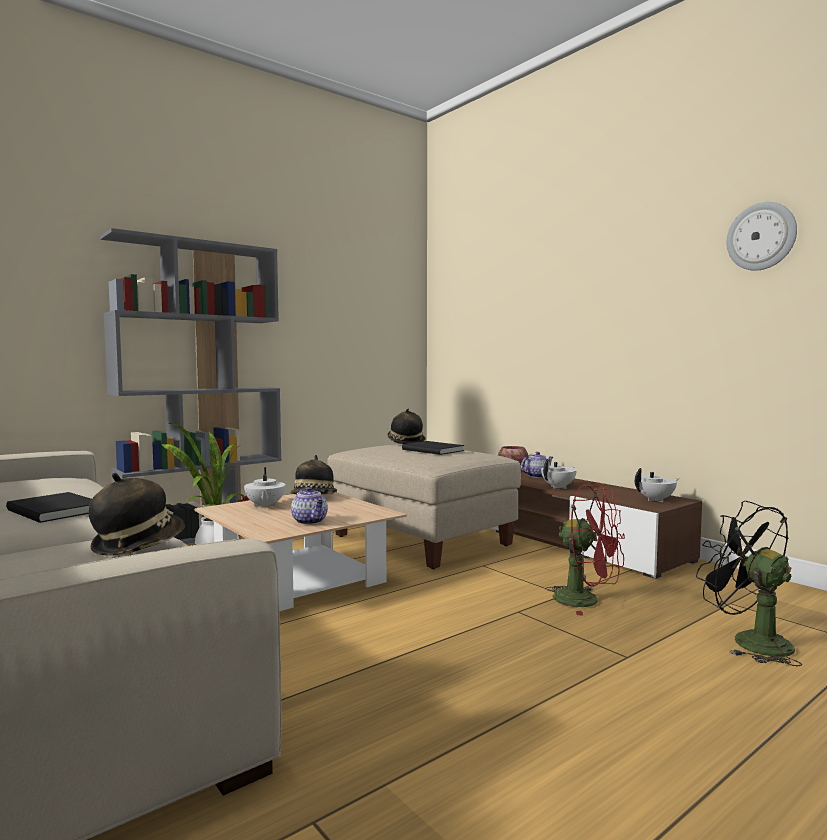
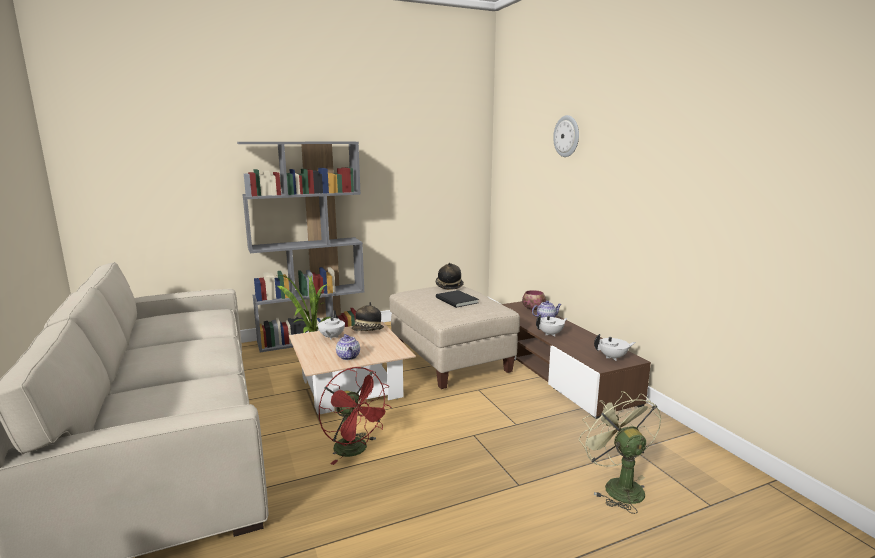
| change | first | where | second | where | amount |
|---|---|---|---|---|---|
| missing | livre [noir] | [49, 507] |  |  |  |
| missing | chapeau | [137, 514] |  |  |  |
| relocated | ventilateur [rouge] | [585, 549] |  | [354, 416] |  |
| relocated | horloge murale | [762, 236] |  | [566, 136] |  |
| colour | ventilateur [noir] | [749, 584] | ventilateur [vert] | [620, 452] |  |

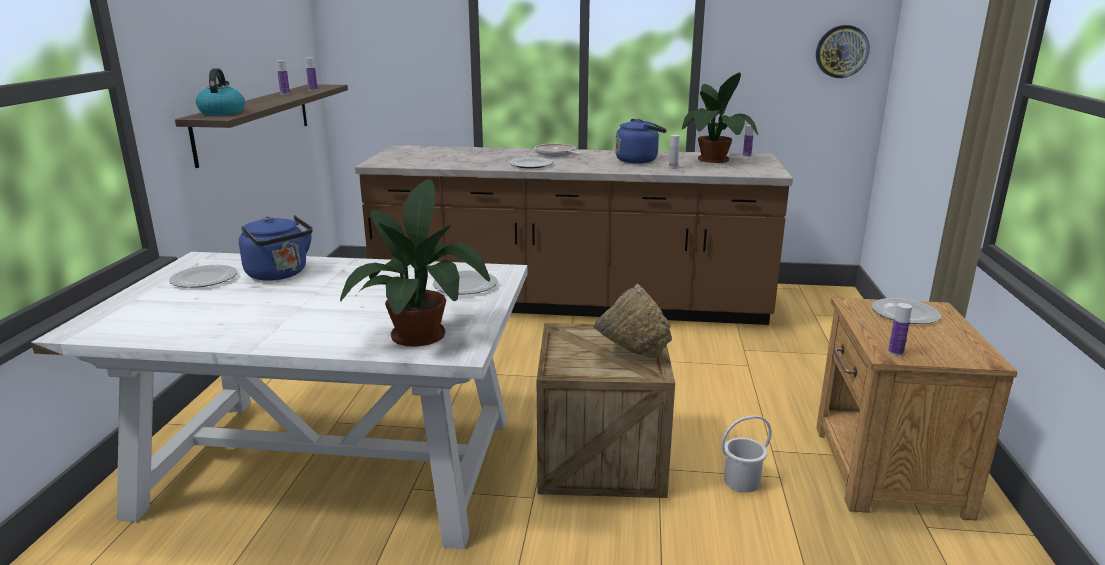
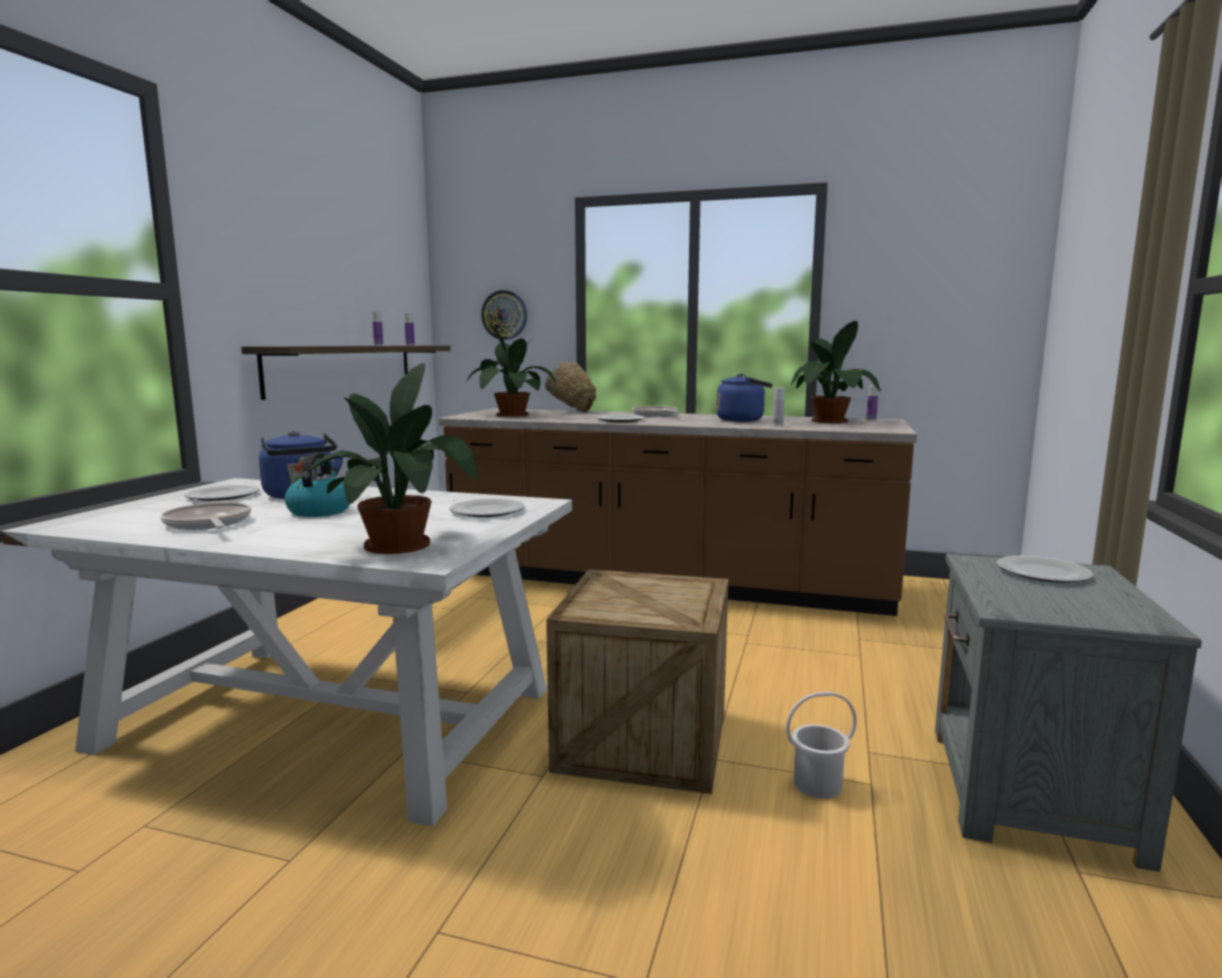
| change | first | where | second | where | amount |
|---|---|---|---|---|---|
| missing | bouteille | [900, 329] |  |  |  |
| appeared |  |  | poêle | [205, 516] |  |
| appeared |  |  | plante en pot | [511, 370] |  |
| relocated | bouilloire | [220, 91] |  | [317, 484] |  |
| relocated | bol [marron] | [632, 320] |  | [570, 386] |  |
| relocated | horloge murale | [843, 51] |  | [504, 315] |  |
| colour | table de chevet [marron] | [916, 409] | table de chevet [gris] | [1068, 713] |  |

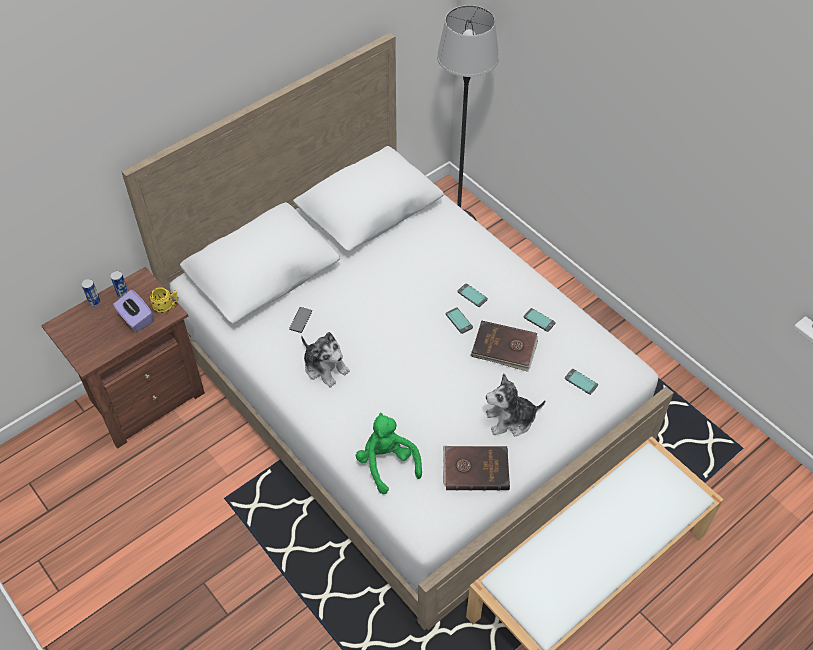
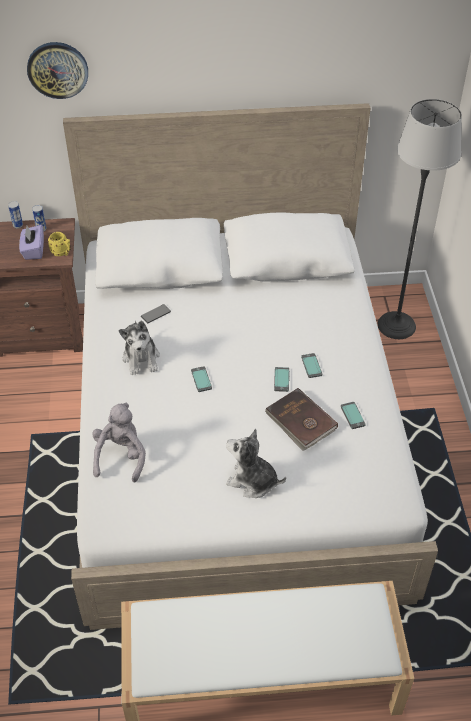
| change | first | where | second | where | amount |
|---|---|---|---|---|---|
| missing | livre [marron] | [476, 468] |  |  |  |
| appeared |  |  | horloge murale | [57, 70] |  |
| relocated | téléphone | [581, 382] |  | [201, 379] |  |
| colour | peluche [vert] | [389, 453] | peluche [gris] | [119, 442] |  |

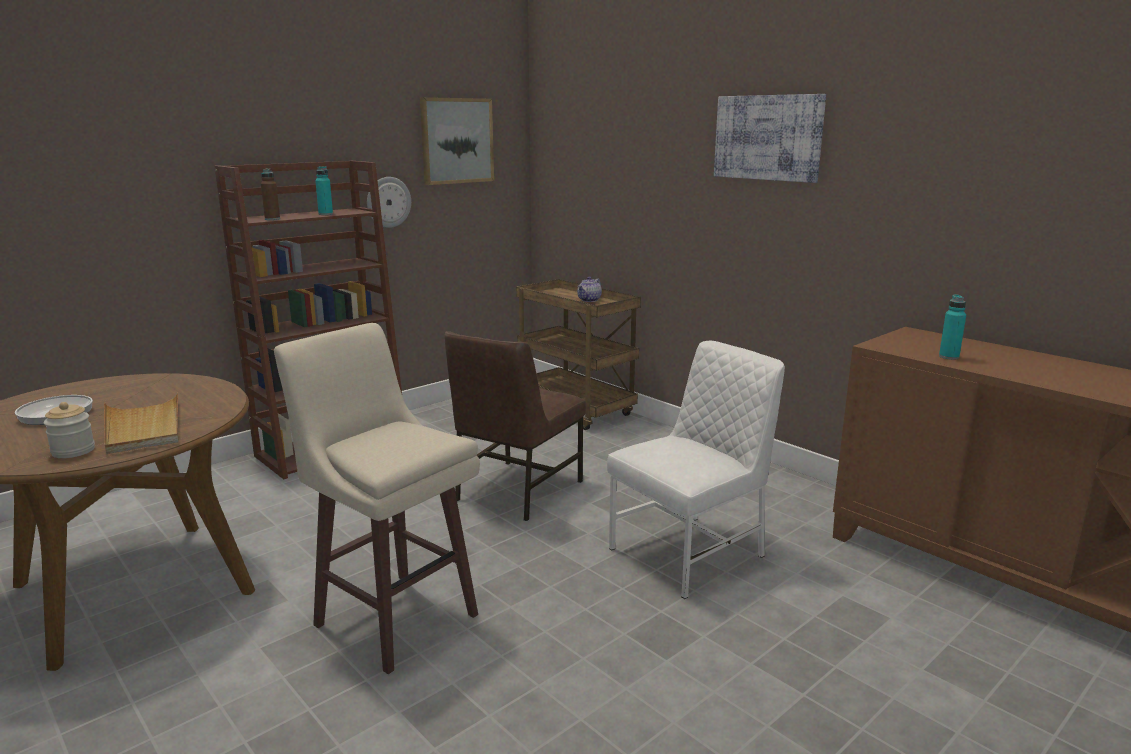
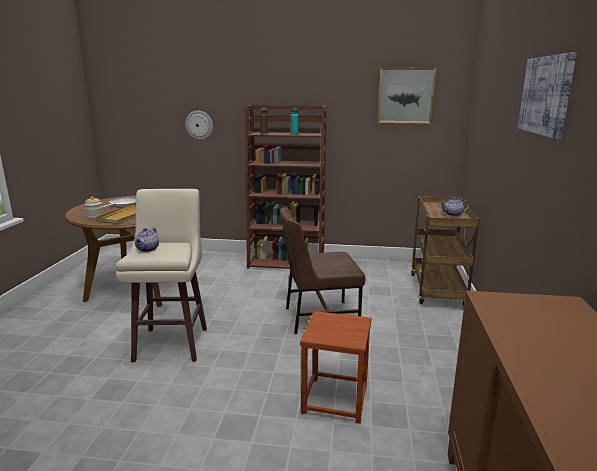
| change | first | where | second | where | amount |
|---|---|---|---|---|---|
| missing | bouteille [turquoise] | [952, 327] |  |  |  |
| appeared |  |  | théière | [147, 239] |  |
| relocated | horloge murale | [389, 202] |  | [199, 125] |  |
| exchanged | chaise [blanc] | [696, 470] | tabouret [marron] | [336, 367] |  |

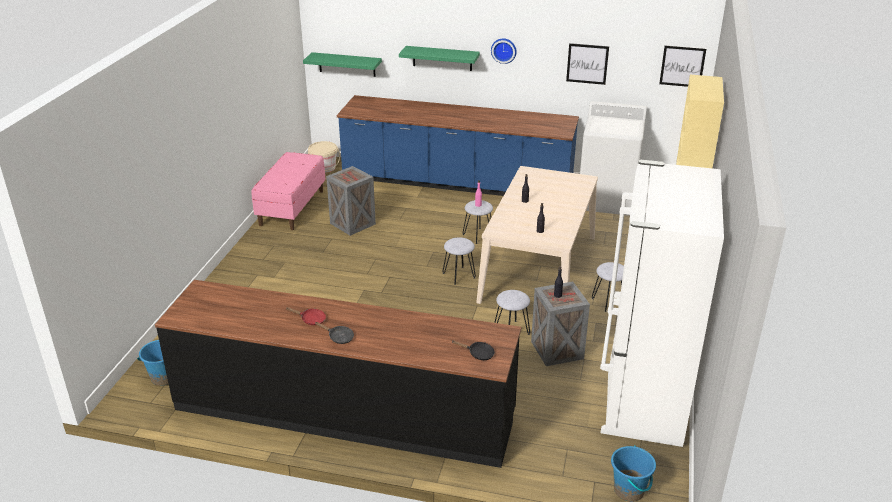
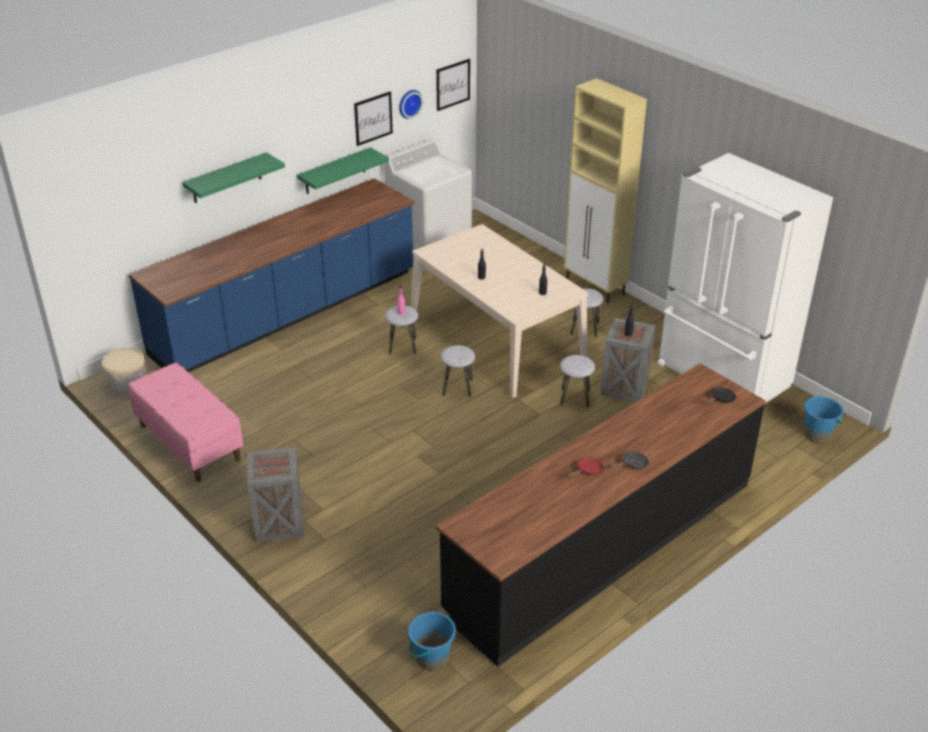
| change | first | where | second | where | amount |
|---|---|---|---|---|---|
| relocated | étagère [vert] | [342, 64] |  | [343, 170] |  |
| relocated | caisse | [351, 201] |  | [275, 494] |  |
| relocated | horloge murale | [504, 51] |  | [411, 104] |  |

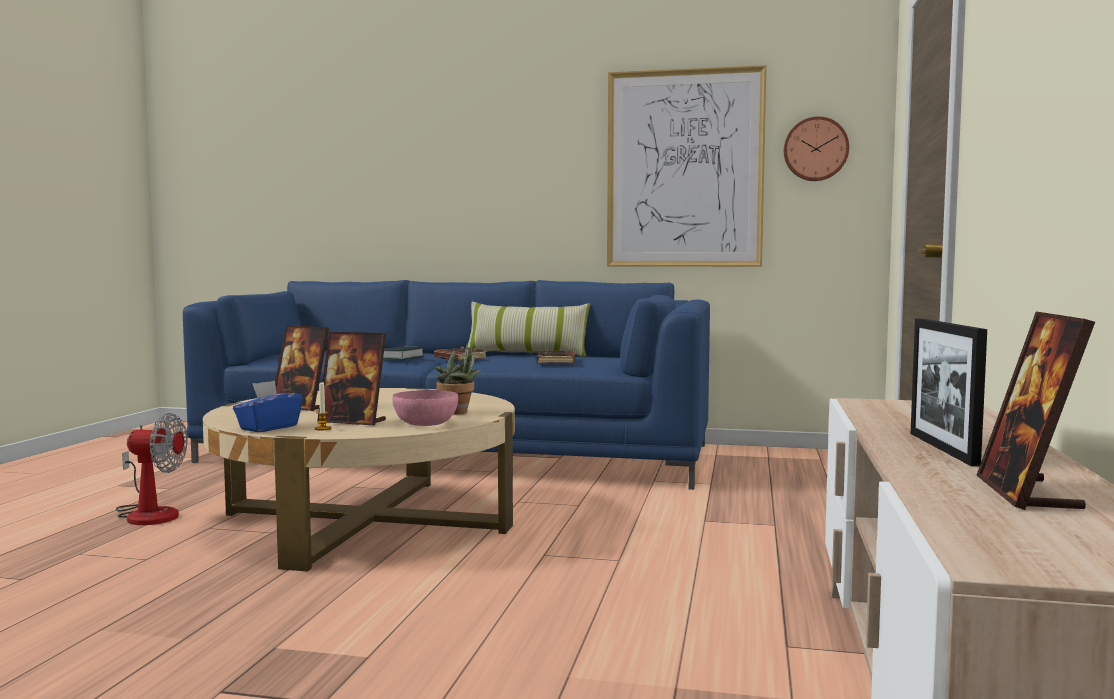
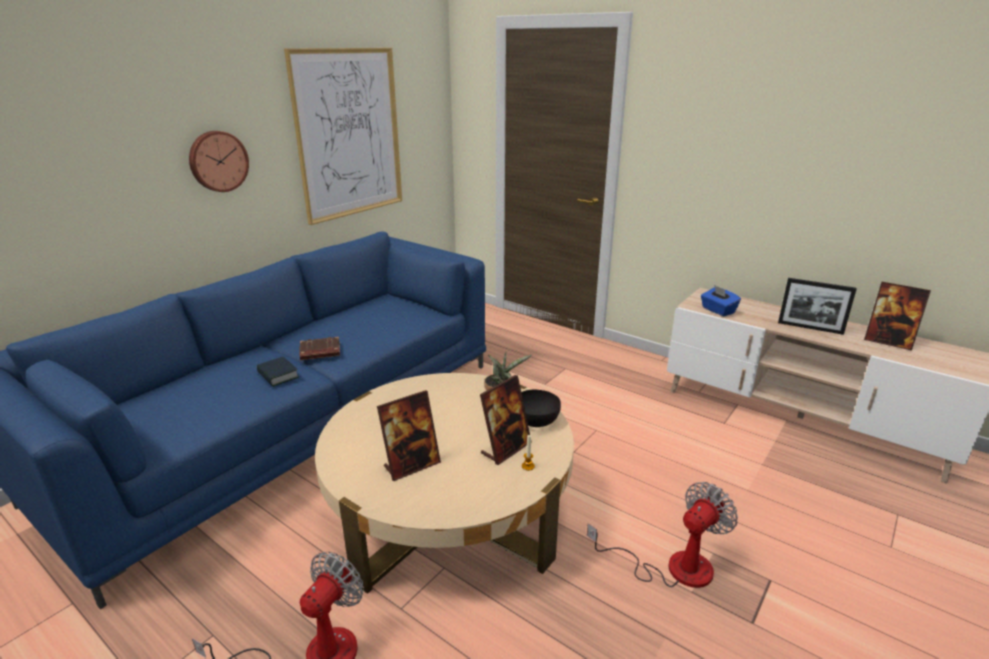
| change | first | where | second | where | amount |
|---|---|---|---|---|---|
| missing | coussin | [529, 329] |  |  |  |
| missing | livre [marron] | [556, 356] |  |  |  |
| appeared |  |  | ventilateur | [662, 535] |  |
| relocated | boîte à mouchoirs [bleu] | [268, 406] |  | [721, 301] |  |
| relocated | horloge murale | [816, 148] |  | [219, 161] |  |
| colour | bol [rose] | [425, 408] | bol [noir] | [541, 408] |  |

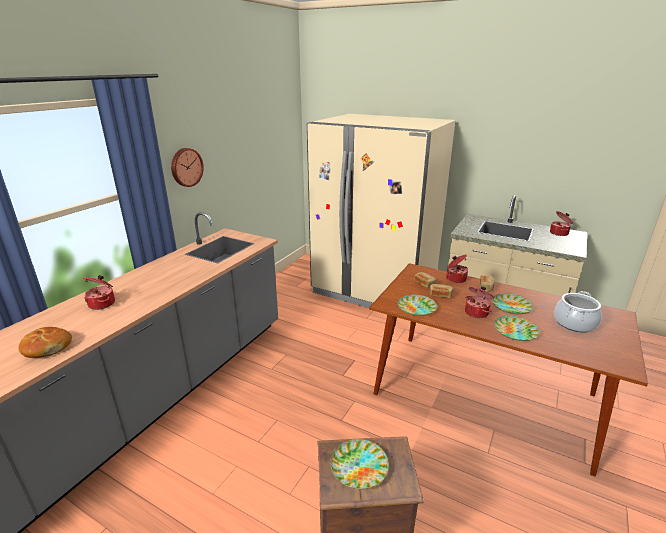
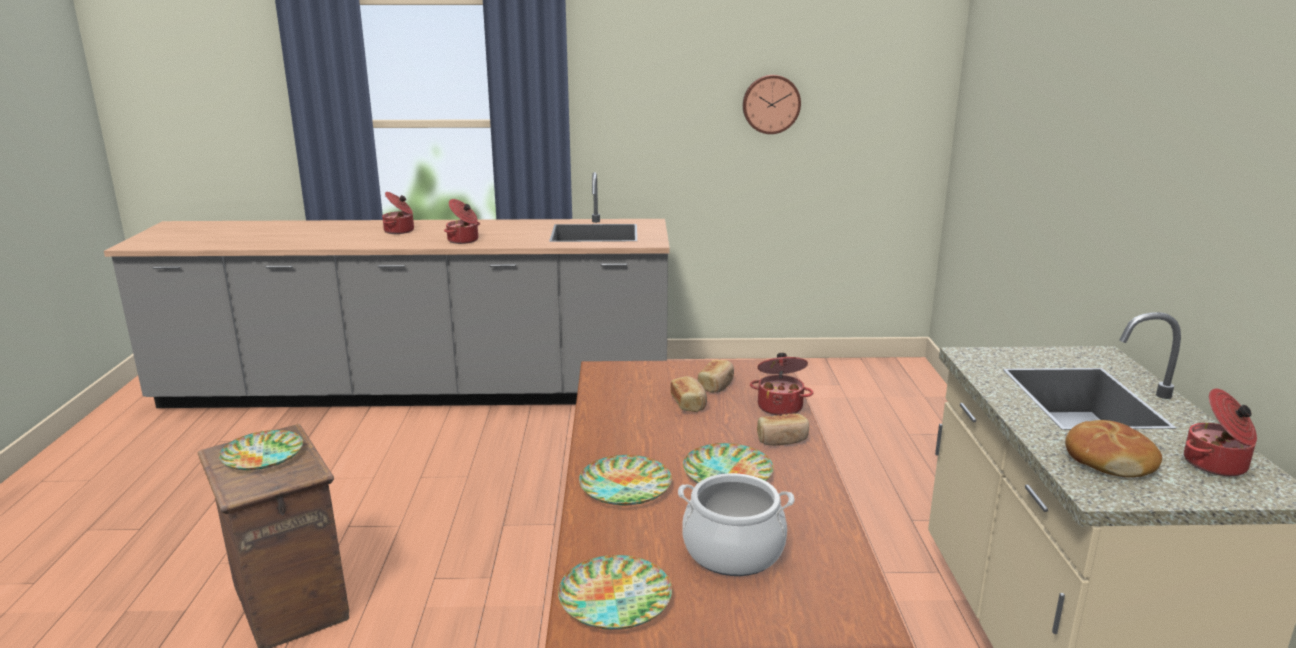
| change | first | where | second | where | amount |
|---|---|---|---|---|---|
| missing | réfrigérateur [beige] | [381, 211] |  |  |  |
| relocated | pain | [45, 342] |  | [1113, 448] |  |
| relocated | horloge murale | [187, 167] |  | [772, 104] |  |
| relocated | assiette | [417, 305] |  | [615, 592] |  |
| relocated | marmite | [479, 302] |  | [462, 221] |  |

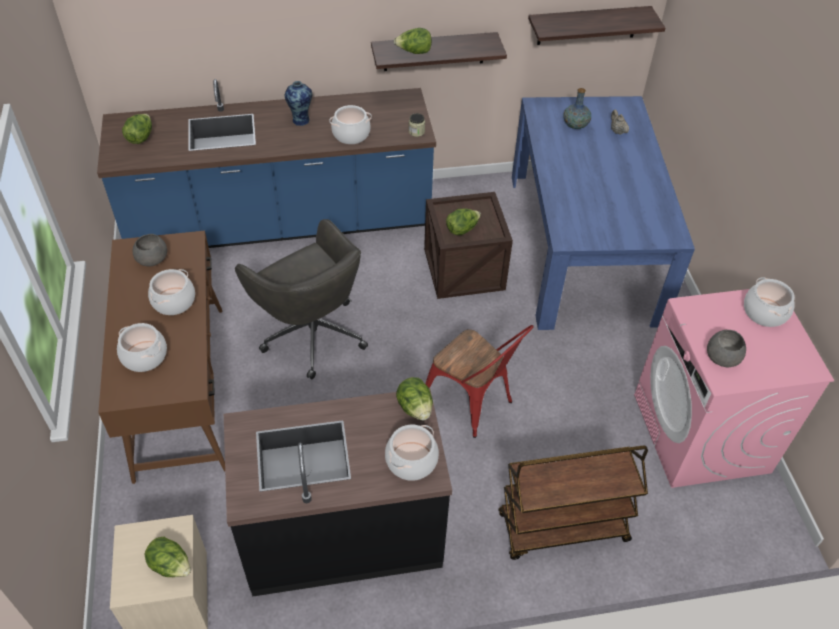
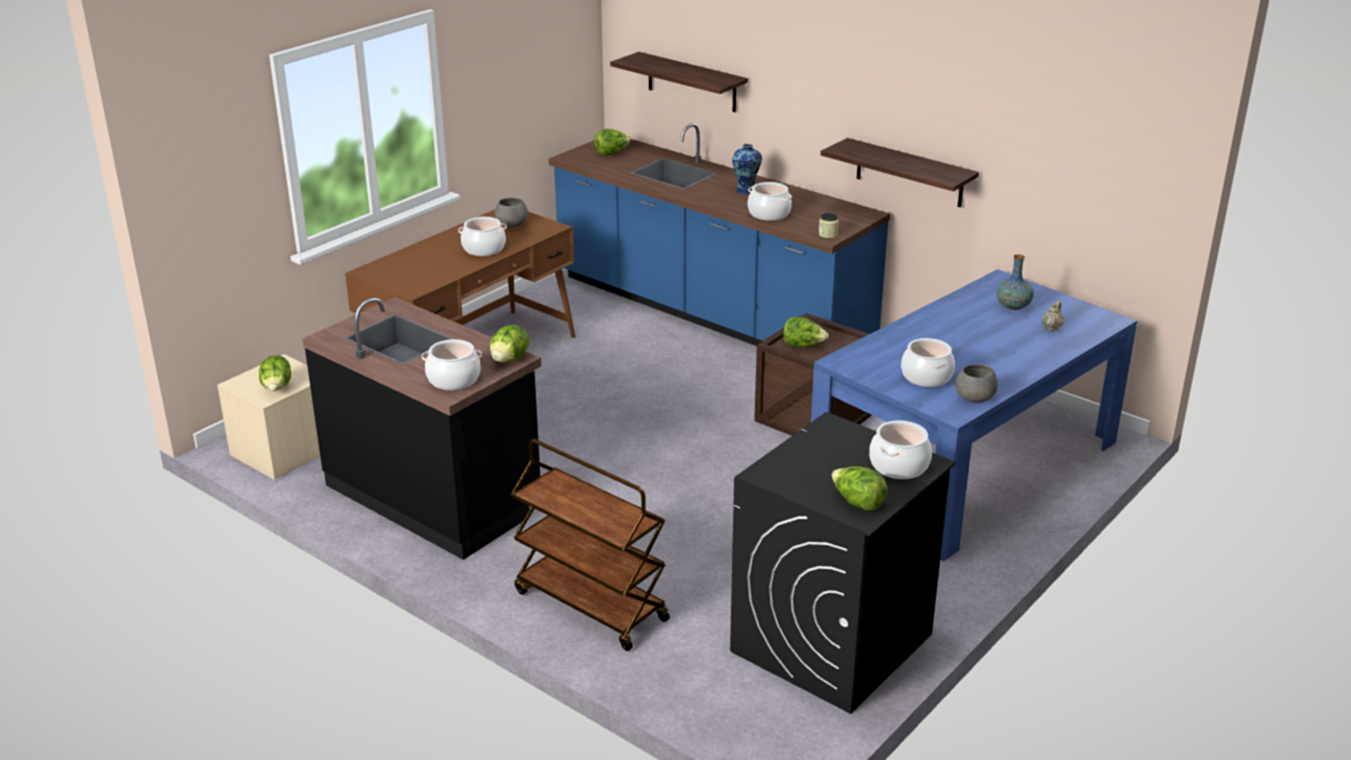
| change | first | where | second | where | amount |
|---|---|---|---|---|---|
| missing | chaise de bureau [gris] | [301, 299] |  |  |  |
| missing | chaise [rouge] | [479, 381] |  |  |  |
| relocated | marmite | [142, 347] |  | [928, 362] |  |
| relocated | laitue | [413, 41] |  | [860, 488] |  |
| relocated | étagère | [596, 25] |  | [679, 82] |  |
| relocated | bol [gris] | [726, 348] |  | [976, 383] |  |
| colour | lave-linge [rose] | [734, 388] | lave-linge [noir] | [843, 563] |  |

